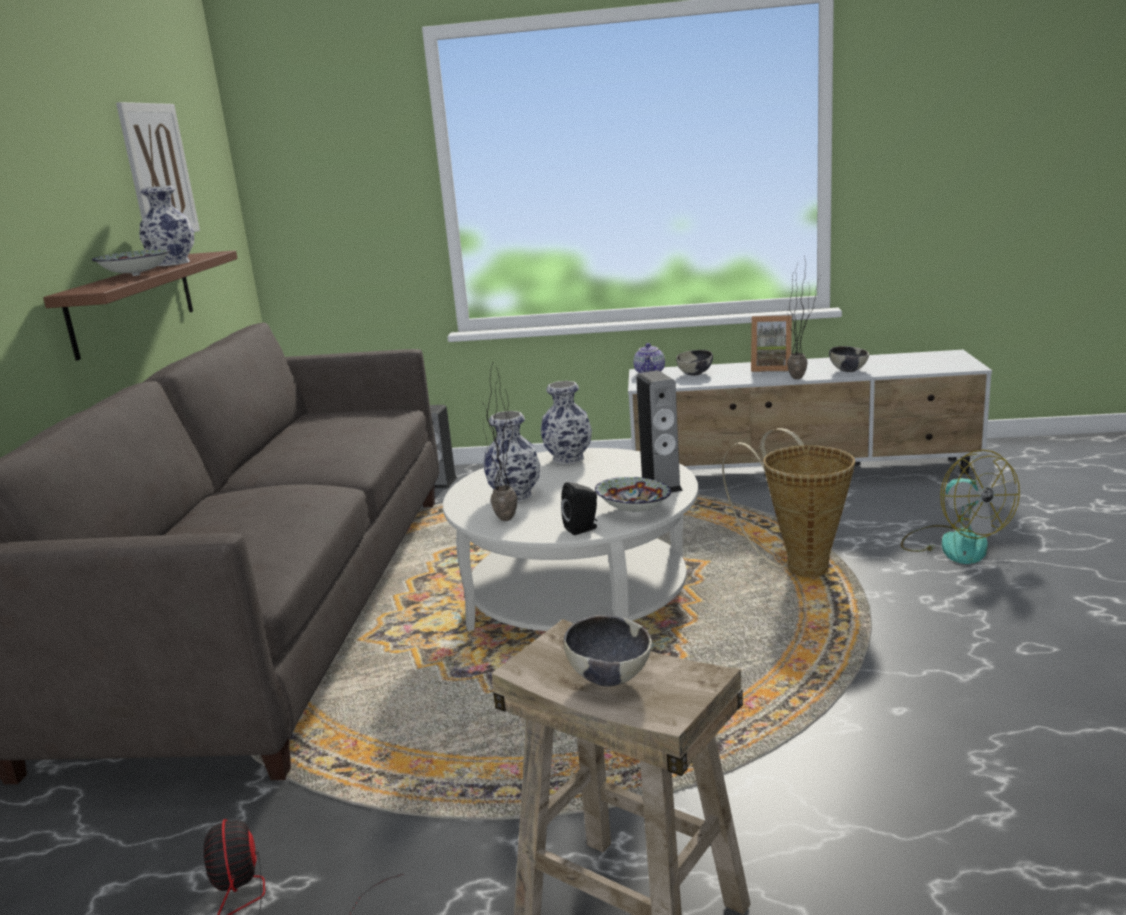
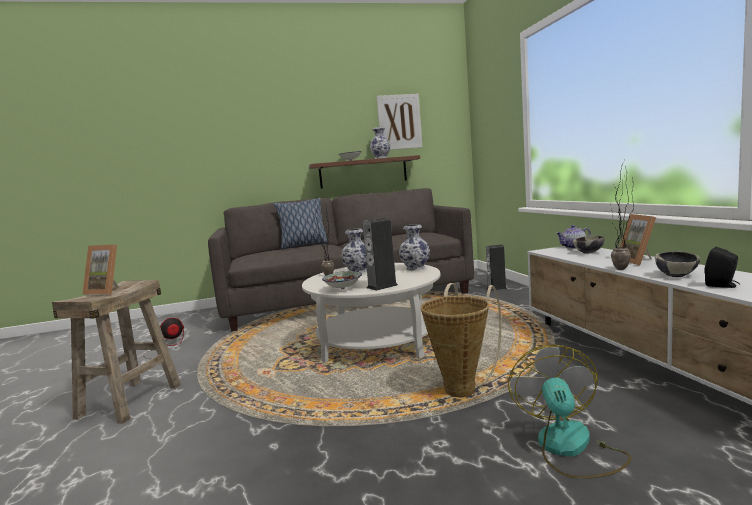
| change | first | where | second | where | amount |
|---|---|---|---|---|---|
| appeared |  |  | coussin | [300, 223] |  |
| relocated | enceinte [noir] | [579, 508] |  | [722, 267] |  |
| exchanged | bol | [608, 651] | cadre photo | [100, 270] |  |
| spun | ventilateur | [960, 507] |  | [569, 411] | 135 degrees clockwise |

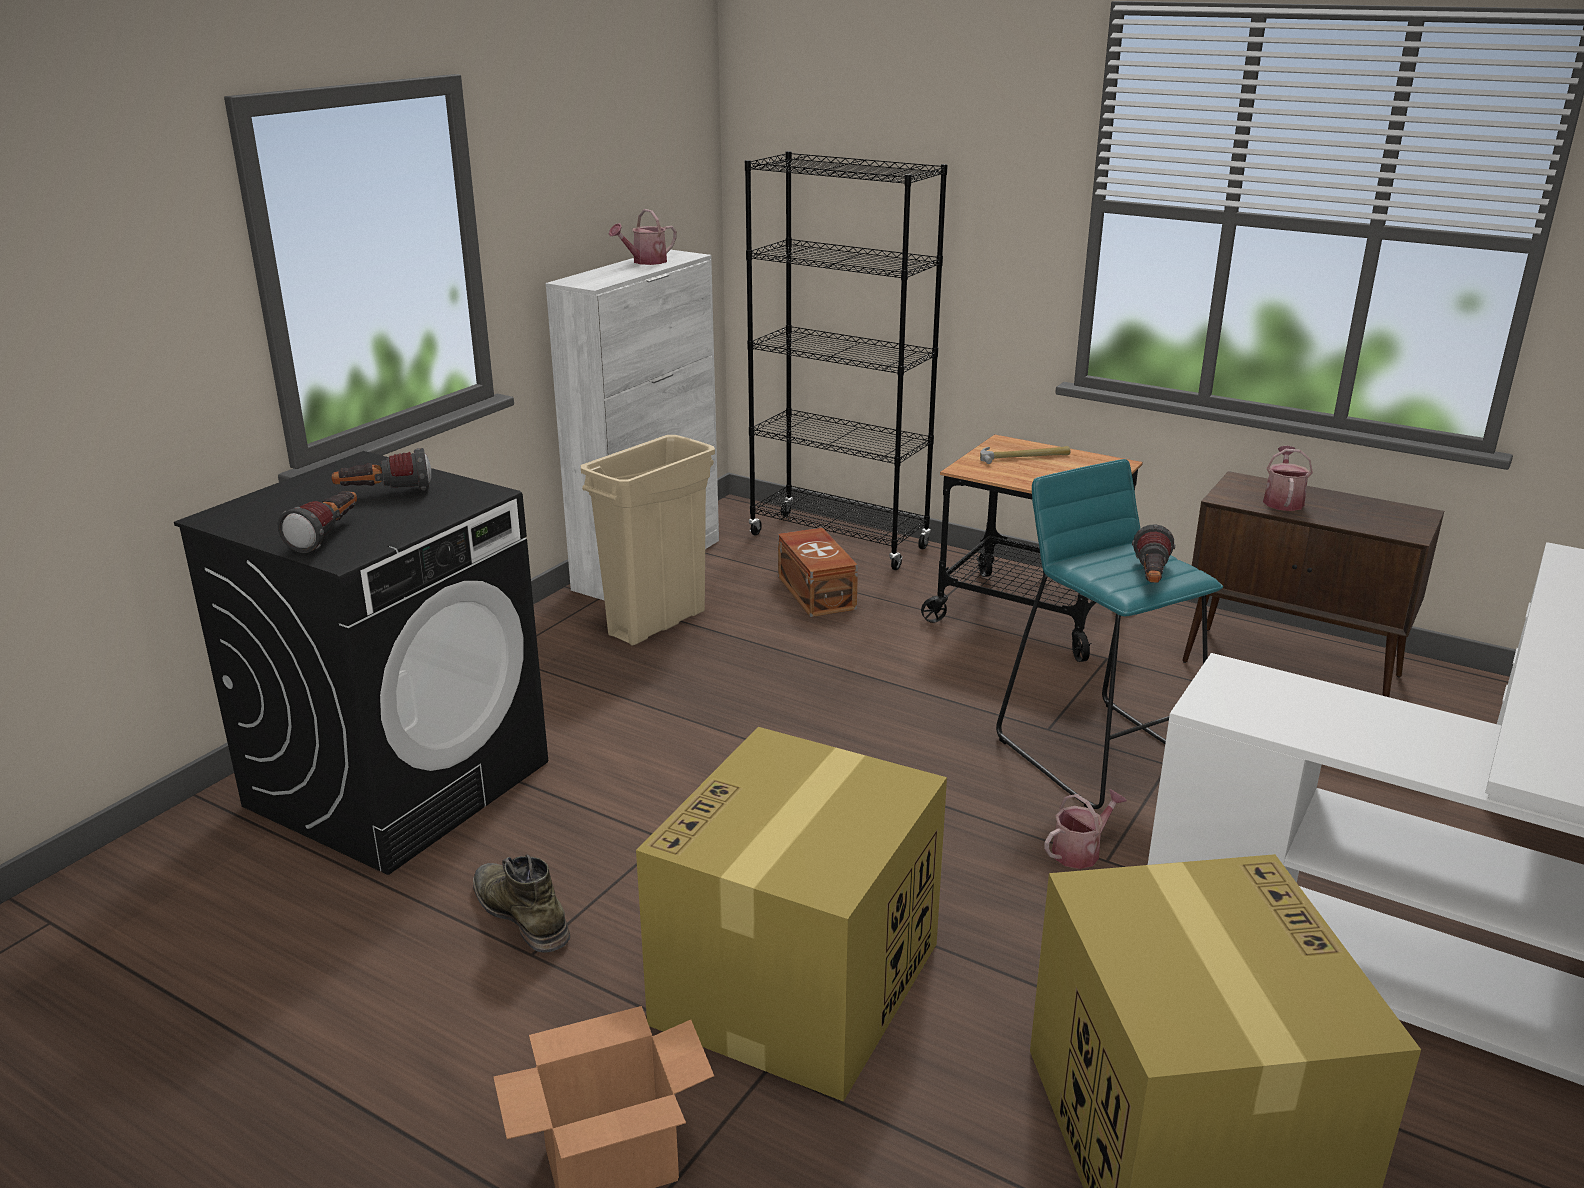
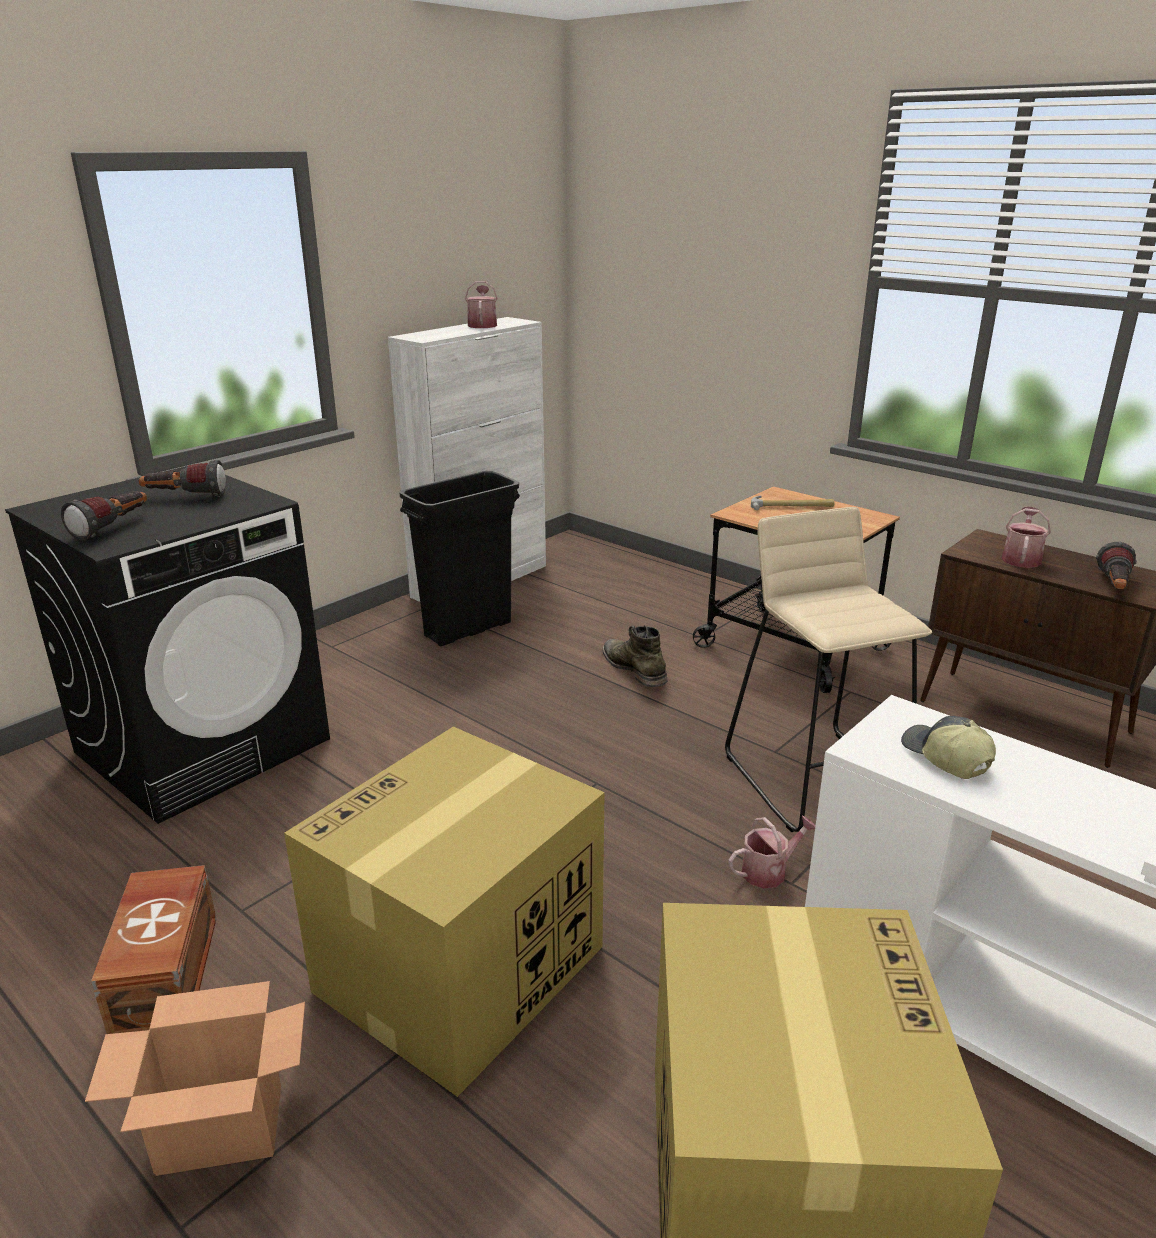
| change | first | where | second | where | amount |
|---|---|---|---|---|---|
| missing | bibliothèque [noir] | [846, 360] |  |  |  |
| appeared |  |  | casquette | [948, 747] |  |
| relocated | botte [vert] | [521, 903] |  | [635, 656] |  |
| relocated | boîte de rangement [marron] | [818, 572] |  | [153, 949] |  |
| relocated | lampe de poche | [1153, 553] |  | [1116, 565] |  |
| colour | poubelle [beige] | [648, 540] | poubelle [noir] | [460, 558] |  |
| colour | tabouret [turquoise] | [1109, 634] | tabouret [beige] | [828, 669] |  |
| spun | arrosoir | [643, 237] |  | [481, 304] | 120 degrees clockwise |

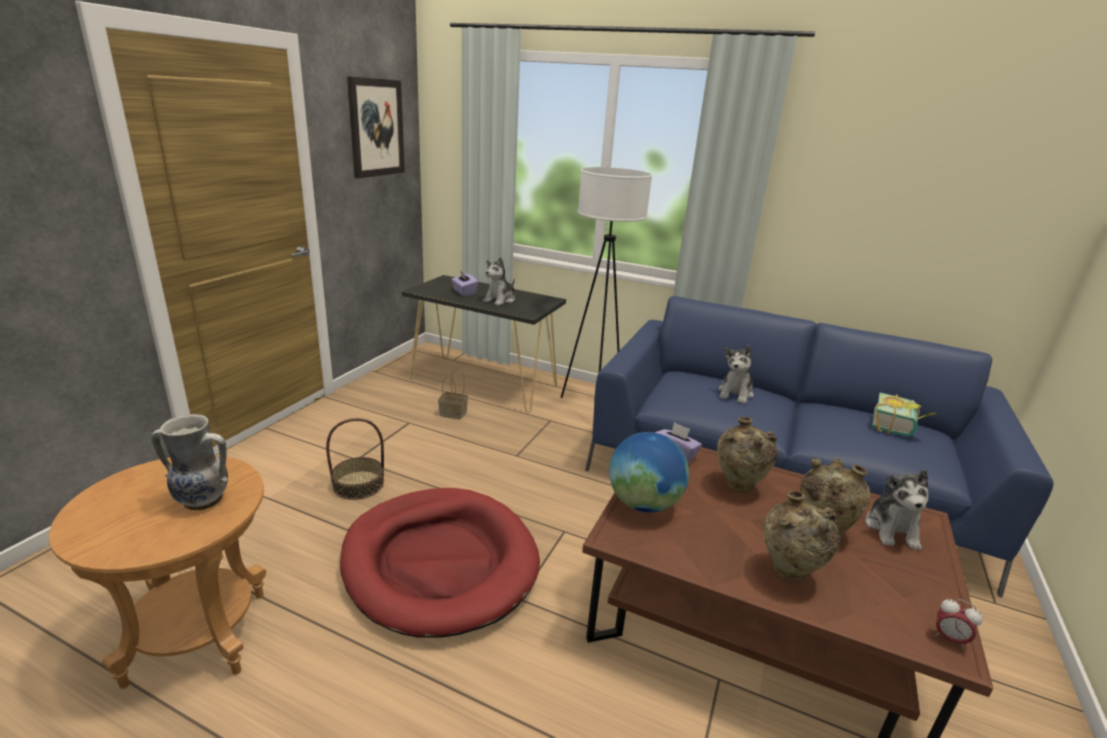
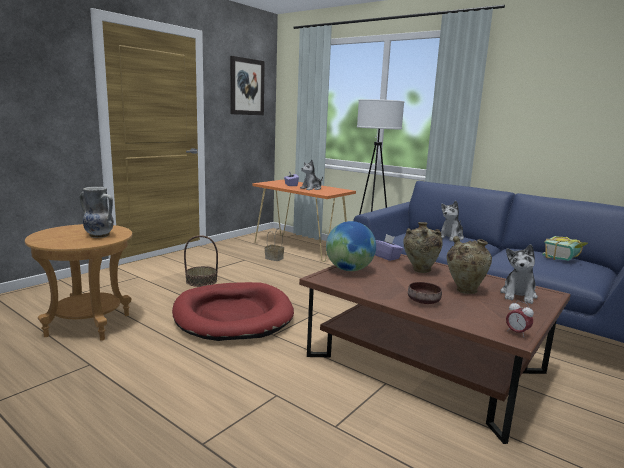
| change | first | where | second | where | amount |
|---|---|---|---|---|---|
| exchanged | vase [beige] | [802, 536] | bol [marron] | [425, 293] |  |
| colour | table console [noir] | [484, 343] | table console [orange] | [304, 220] |  |

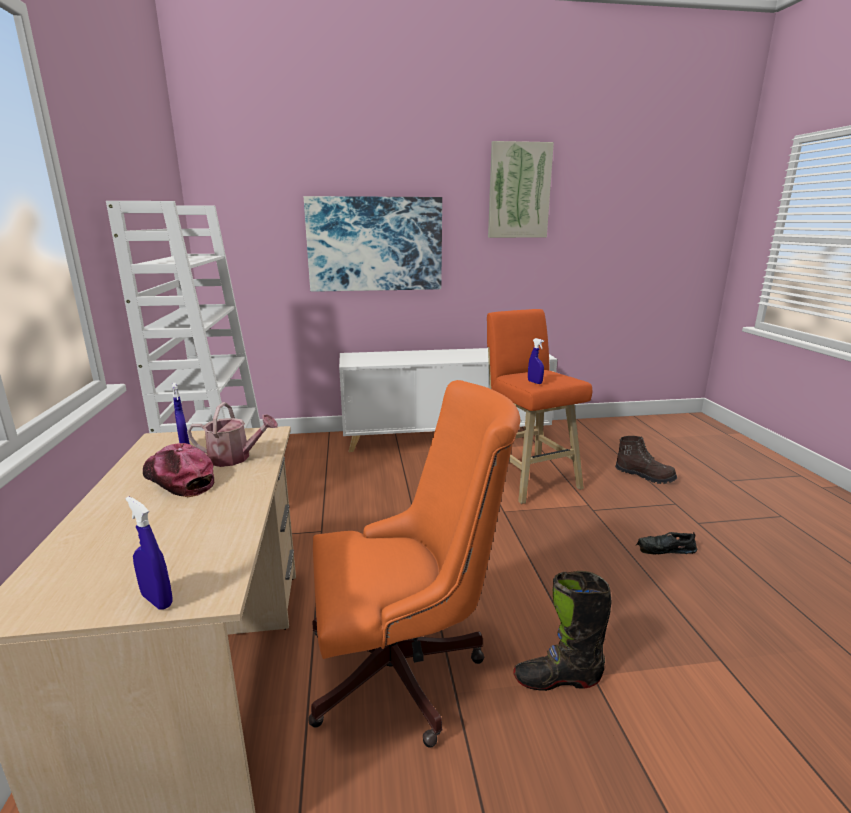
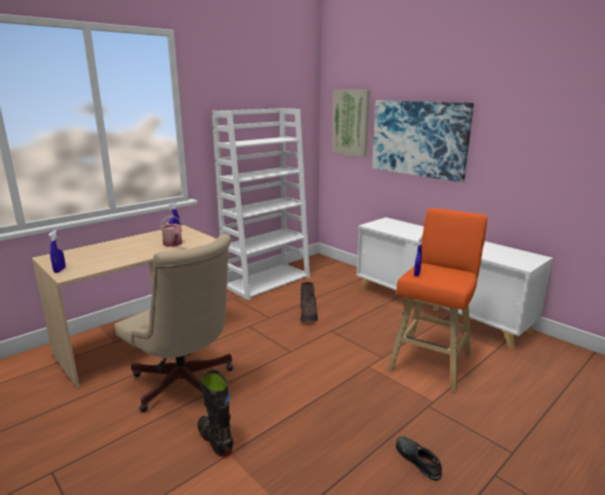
| change | first | where | second | where | amount |
|---|---|---|---|---|---|
| missing | casquette | [178, 470] |  |  |  |
| relocated | tableau | [521, 189] |  | [351, 123] |  |
| relocated | botte [marron] | [646, 460] |  | [309, 302] |  |
| colour | chaise de bureau [orange] | [414, 564] | chaise de bureau [beige] | [174, 323] |  |

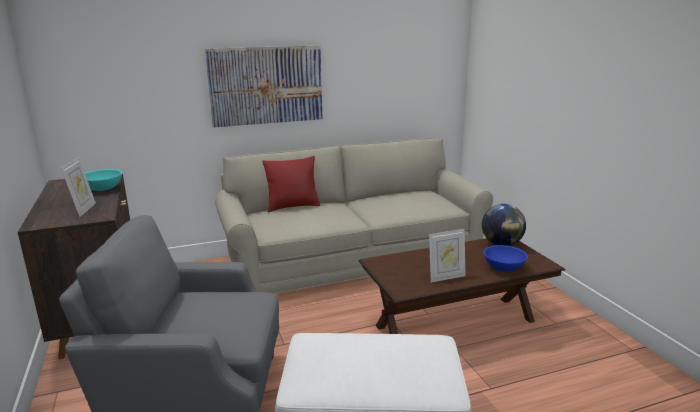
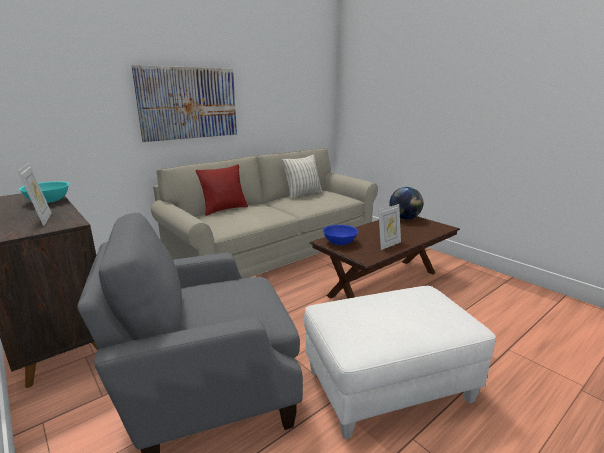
| change | first | where | second | where | amount |
|---|---|---|---|---|---|
| appeared |  |  | coussin | [302, 177] |  |
| relocated | bol [bleu] | [506, 258] |  | [340, 235] |  |

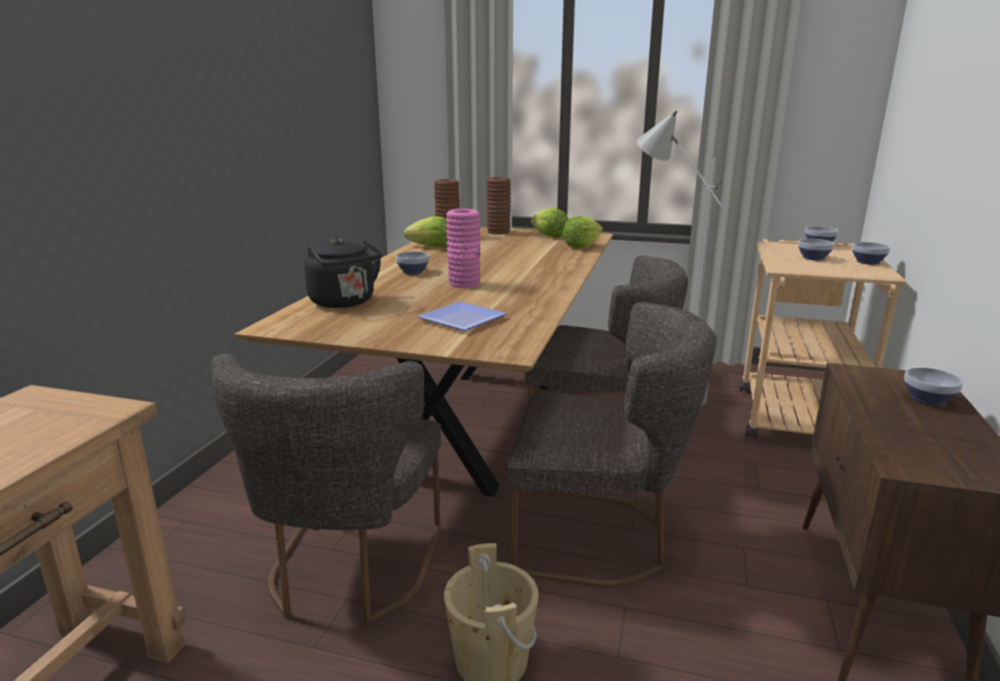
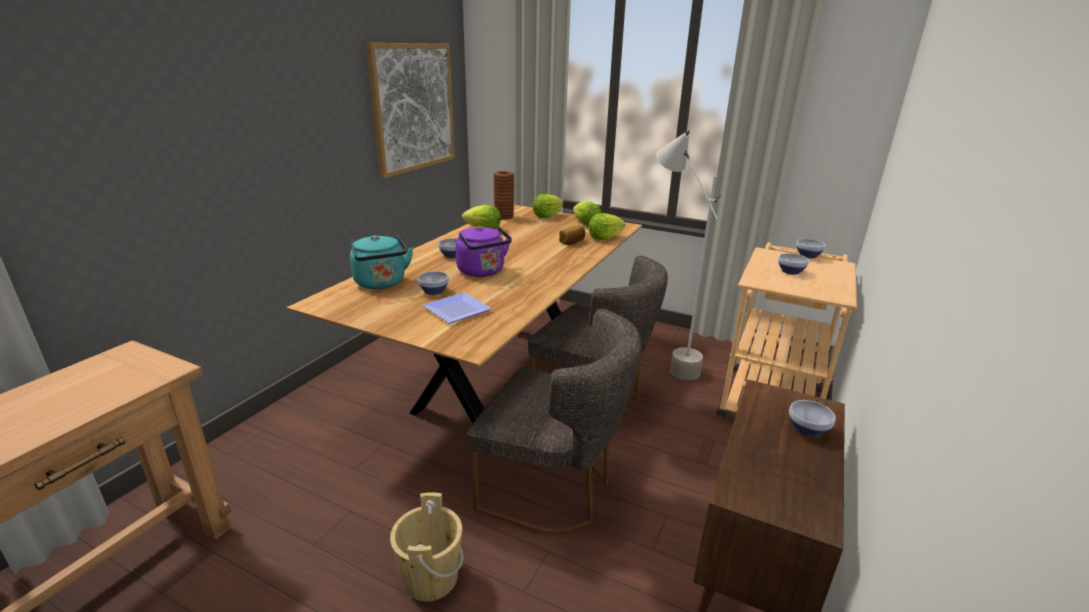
| change | first | where | second | where | amount |
|---|---|---|---|---|---|
| missing | chaise [gris] | [326, 489] |  |  |  |
| appeared |  |  | tableau | [410, 110] |  |
| appeared |  |  | pain | [572, 235] |  |
| relocated | bol | [871, 253] |  | [433, 283] |  |
| exchanged | vase [rose] | [463, 248] | bouilloire [violet] | [483, 251] |  |
| exchanged | vase [marron] | [498, 206] | laitue | [548, 206] |  |
| colour | bouilloire [noir] | [343, 273] | bouilloire [turquoise] | [381, 262] |  |

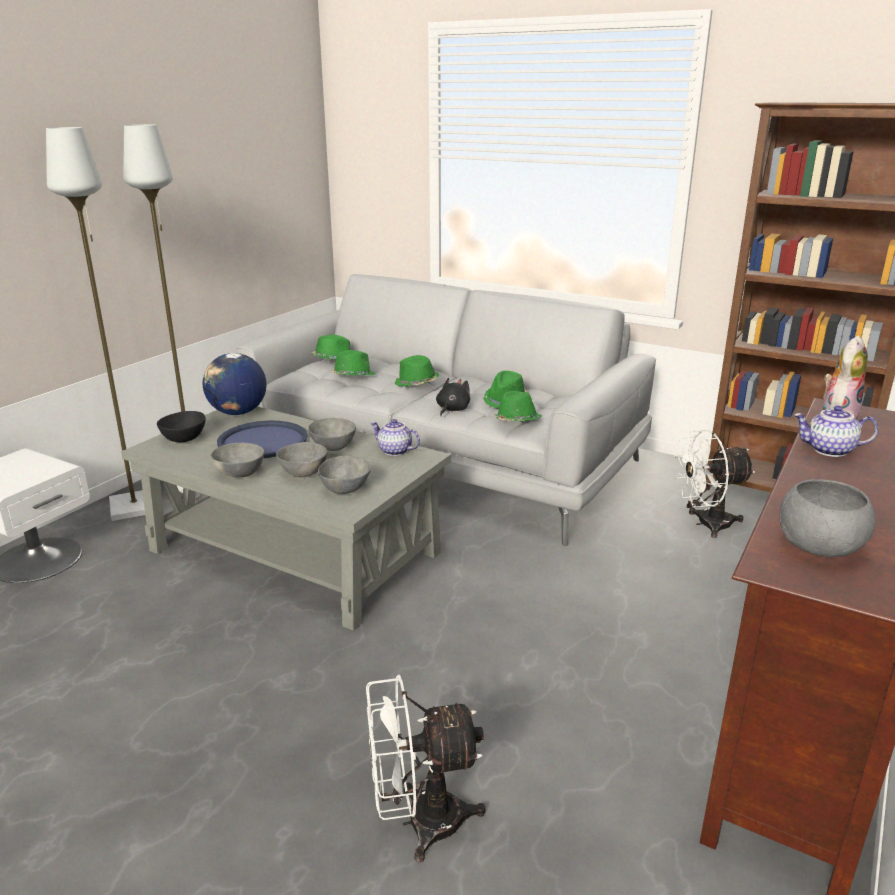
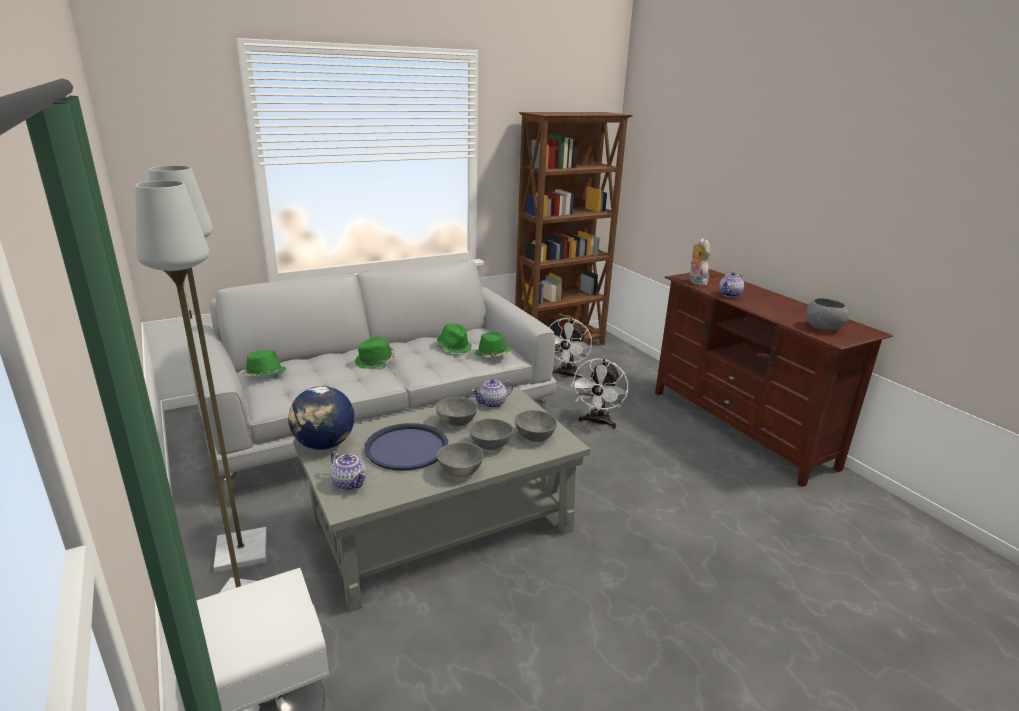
| change | first | where | second | where | amount |
|---|---|---|---|---|---|
| missing | chapeau [vert] | [353, 363] |  |  |  |
| missing | peluche [noir] | [453, 397] |  |  |  |
| relocated | ventilateur [blanc] | [426, 768] |  | [599, 394] |  |
| exchanged | bol [noir] | [181, 426] | théière | [348, 470] |  |

